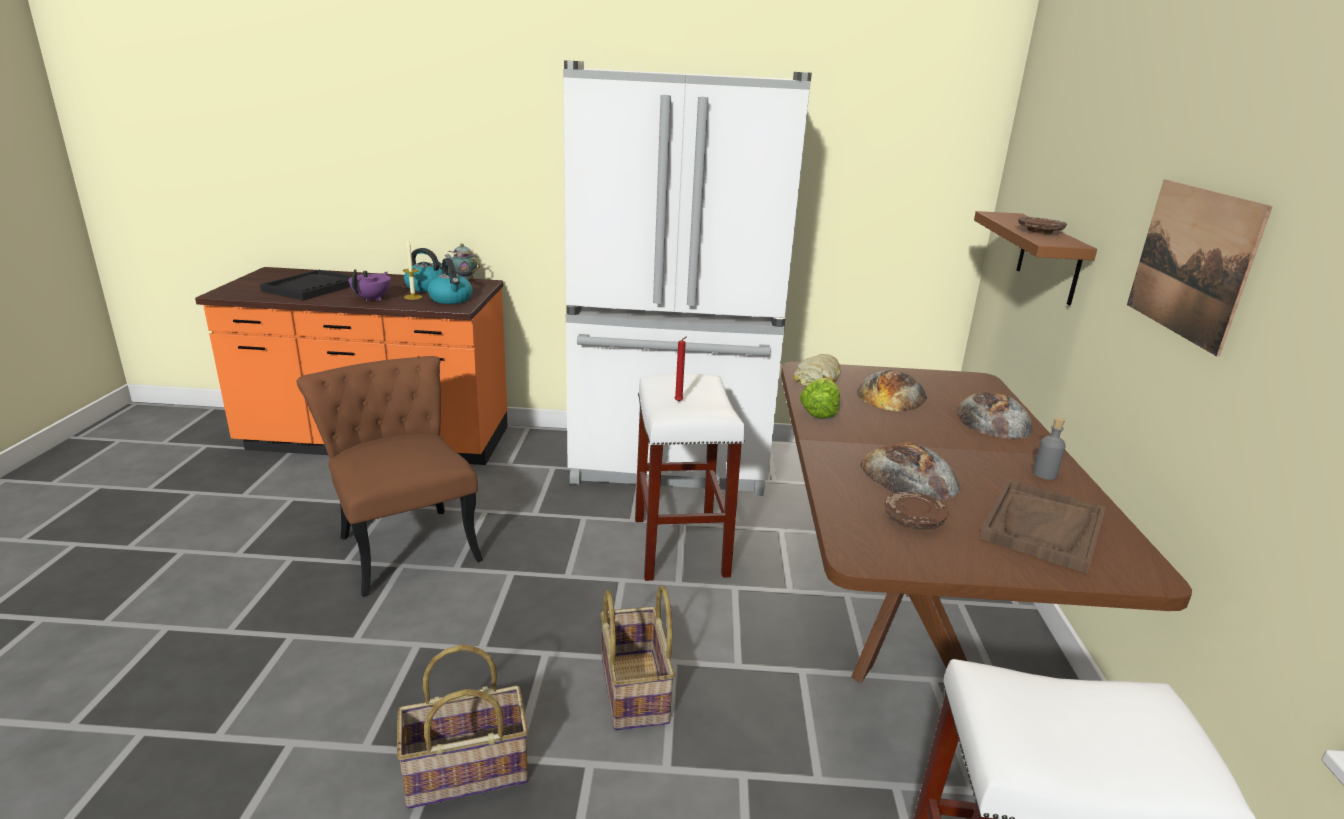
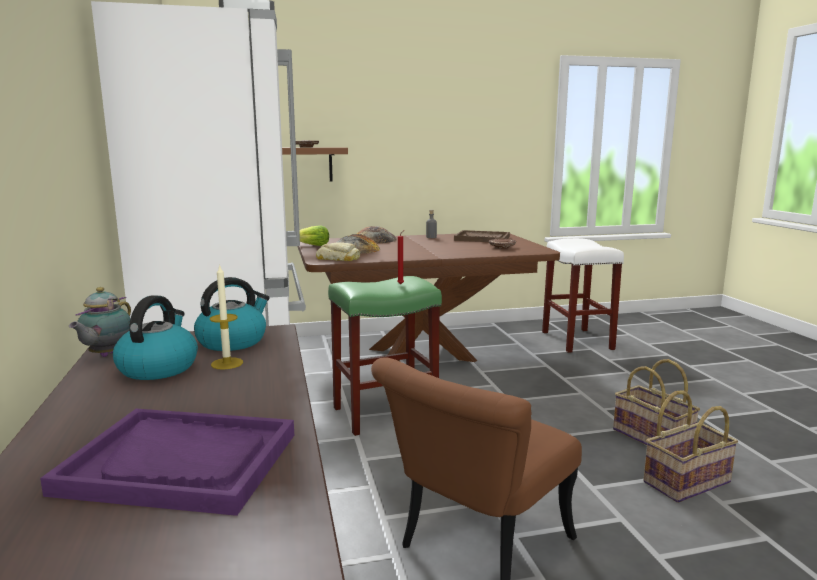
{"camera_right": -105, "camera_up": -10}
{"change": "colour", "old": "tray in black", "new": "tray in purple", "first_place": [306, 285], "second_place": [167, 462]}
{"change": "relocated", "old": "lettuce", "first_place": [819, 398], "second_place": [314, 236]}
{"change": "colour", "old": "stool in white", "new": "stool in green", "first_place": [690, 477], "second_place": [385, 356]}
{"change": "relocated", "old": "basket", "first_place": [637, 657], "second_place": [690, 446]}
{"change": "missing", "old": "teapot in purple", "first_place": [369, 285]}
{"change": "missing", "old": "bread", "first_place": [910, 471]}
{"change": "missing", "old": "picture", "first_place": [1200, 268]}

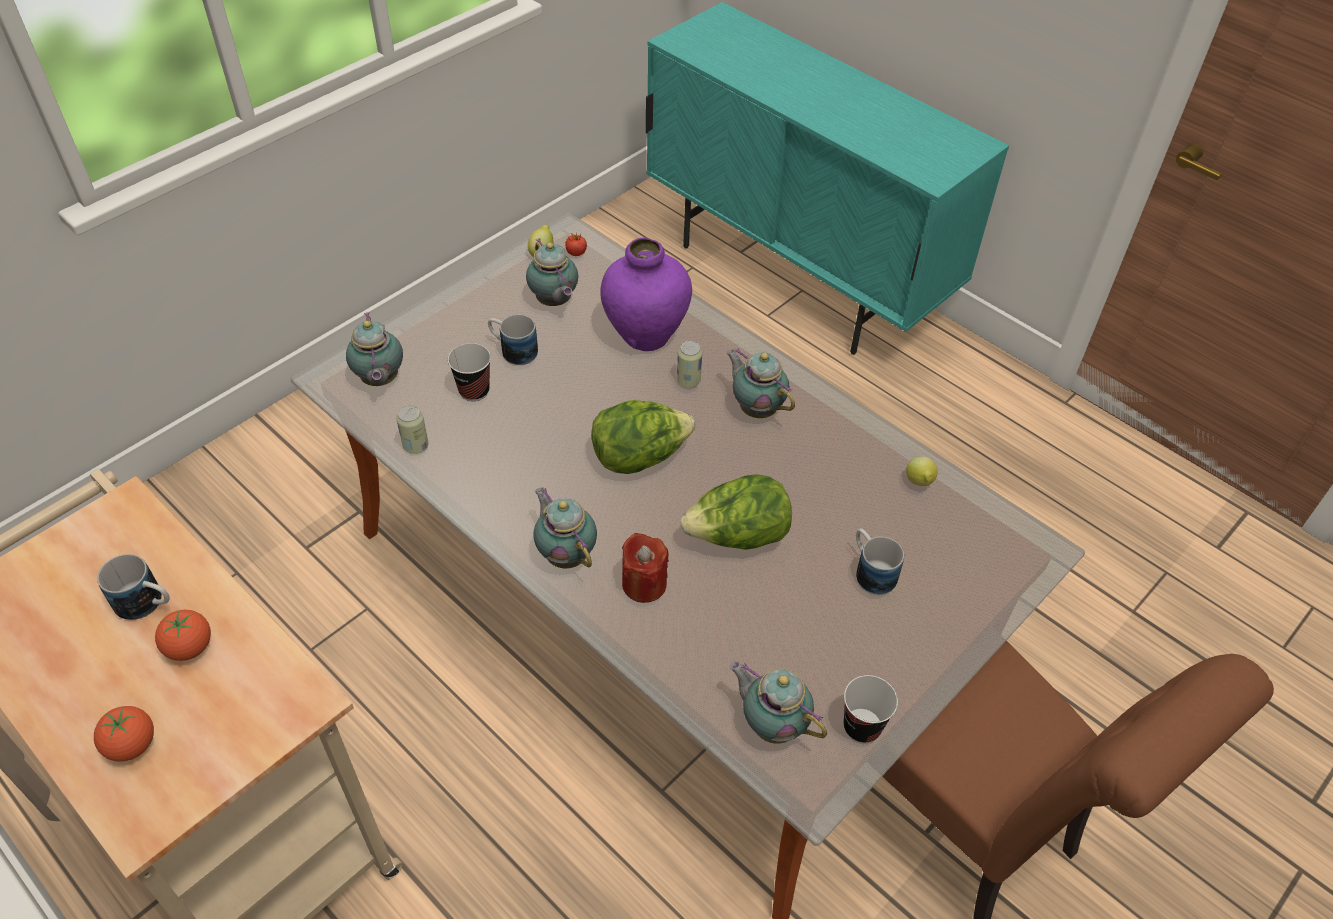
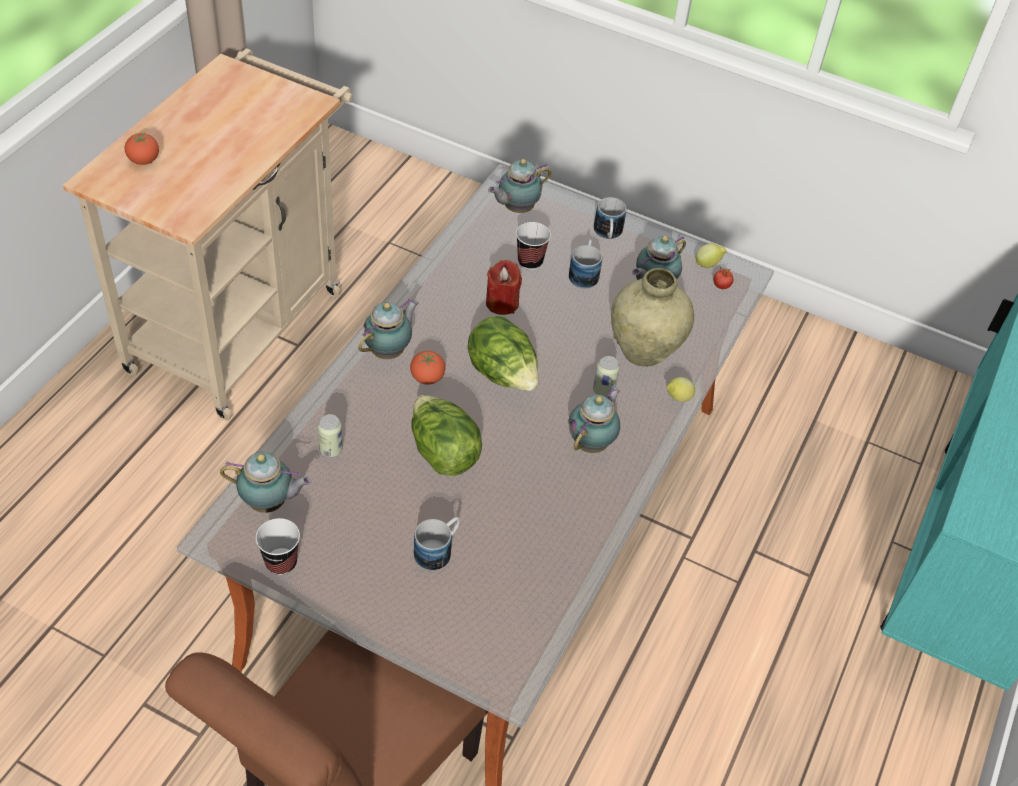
{"camera_right": 70, "camera_up": 0}
{"change": "spun", "old": "teapot", "first_place": [778, 702], "second_place": [265, 482], "degrees": 75}
{"change": "relocated", "old": "can", "first_place": [412, 429], "second_place": [330, 435]}
{"change": "relocated", "old": "tomato", "first_place": [183, 635], "second_place": [427, 368]}
{"change": "relocated", "old": "candle in red", "first_place": [645, 568], "second_place": [504, 287]}
{"change": "relocated", "old": "mug", "first_place": [133, 587], "second_place": [610, 218]}
{"change": "colour", "old": "vase in purple", "new": "vase in beige", "first_place": [646, 294], "second_place": [652, 317]}
{"change": "relocated", "old": "lemon", "first_place": [922, 471], "second_place": [681, 389]}

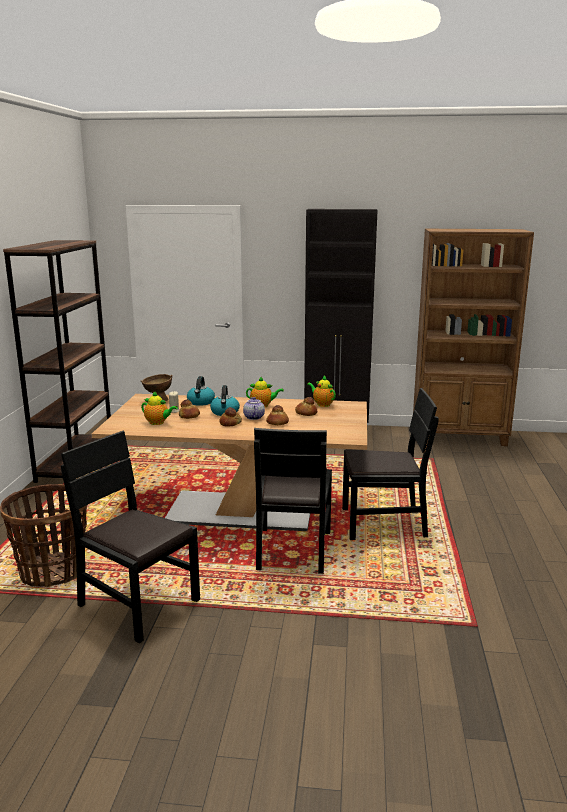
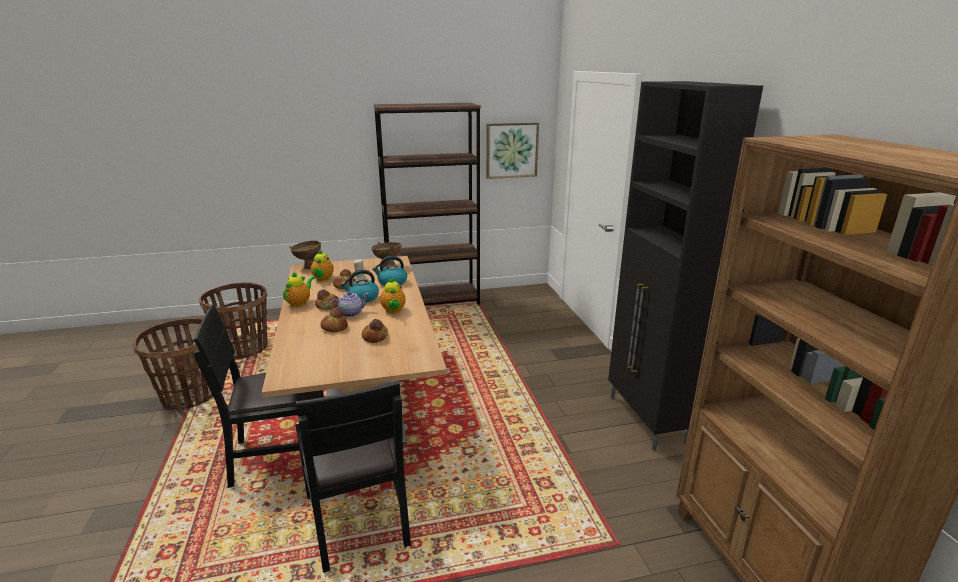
{"camera_right": 70, "camera_up": 5}
{"change": "exchanged", "old": "chair in black", "new": "basket", "first_place": [130, 537], "second_place": [173, 364]}
{"change": "relocated", "old": "teapot", "first_place": [321, 391], "second_place": [299, 289]}
{"change": "appeared", "new": "bowl in brown", "second_place": [305, 254]}
{"change": "appeared", "new": "picture", "second_place": [512, 150]}

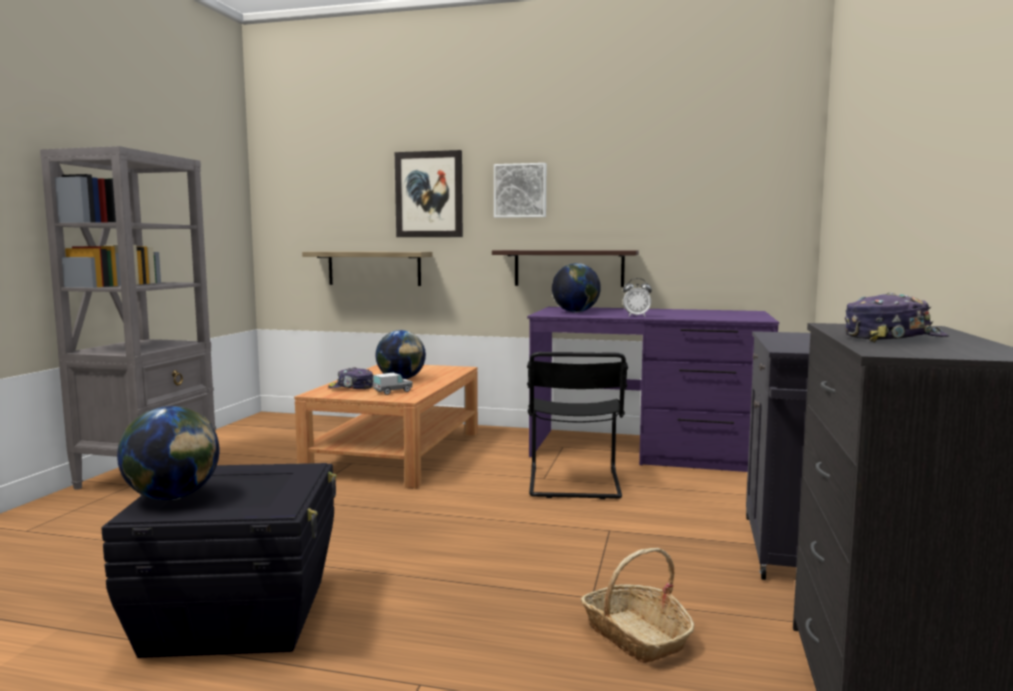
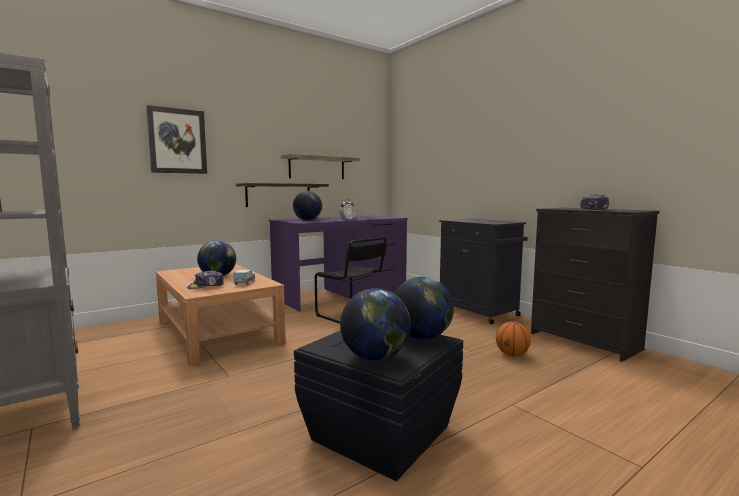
{"camera_right": -50, "camera_up": 0}
{"change": "relocated", "old": "shelf", "first_place": [367, 268], "second_place": [320, 166]}
{"change": "appeared", "new": "globe", "second_place": [424, 308]}
{"change": "exchanged", "old": "basket", "new": "basketball", "first_place": [637, 605], "second_place": [513, 339]}
{"change": "missing", "old": "picture", "first_place": [520, 190]}

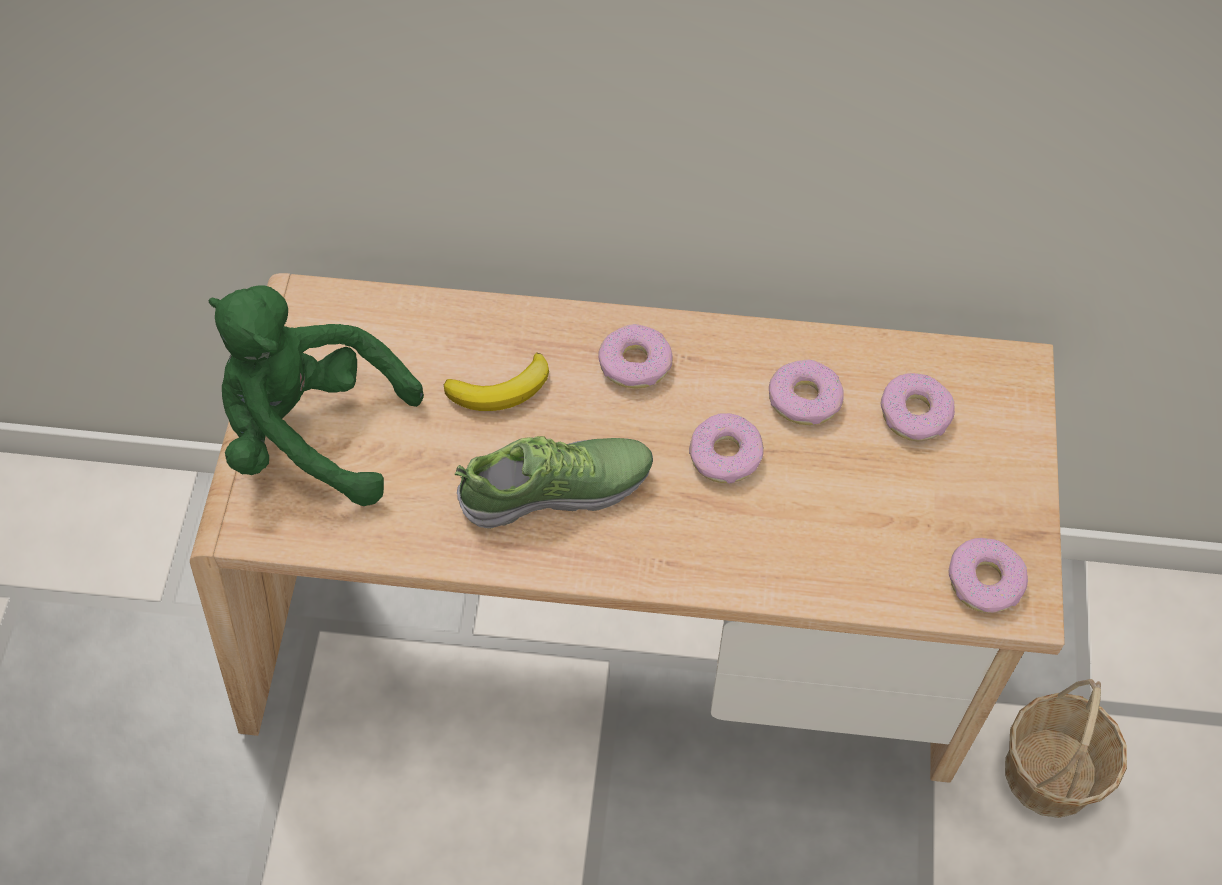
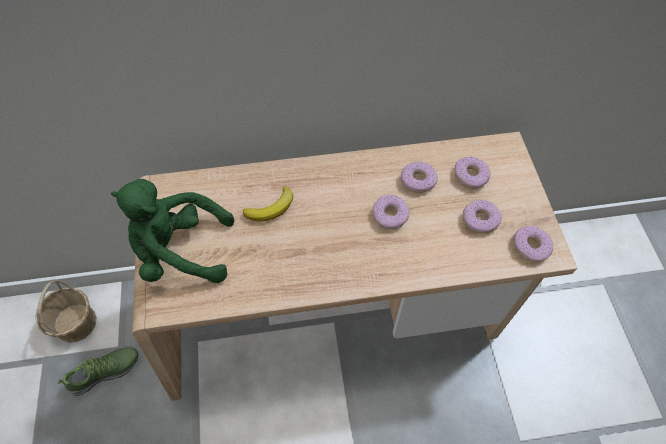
{"camera_right": -15, "camera_up": 0}
{"change": "relocated", "old": "basket", "first_place": [1066, 748], "second_place": [66, 311]}
{"change": "relocated", "old": "shoe", "first_place": [553, 482], "second_place": [98, 371]}
{"change": "relocated", "old": "donut", "first_place": [635, 356], "second_place": [482, 217]}

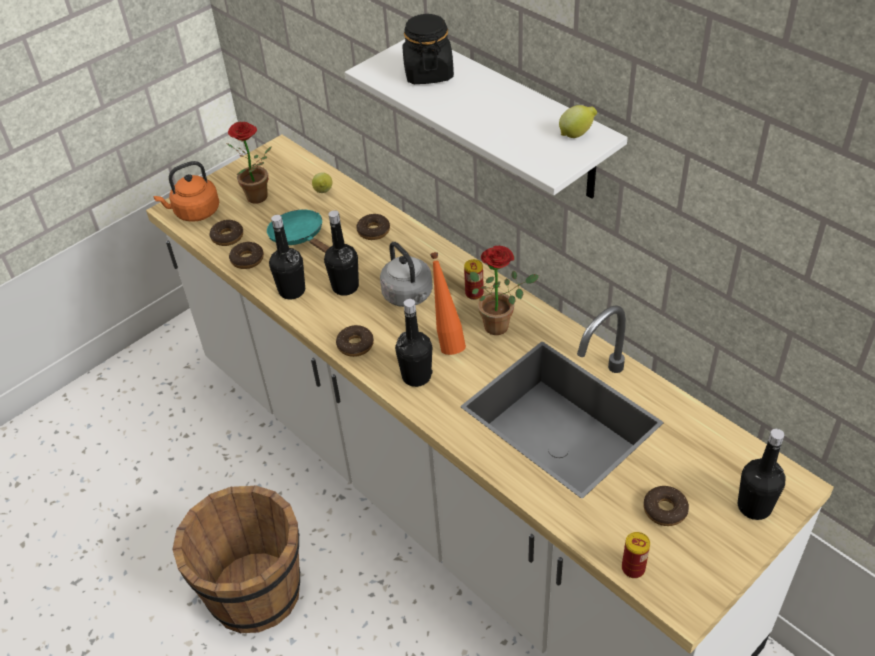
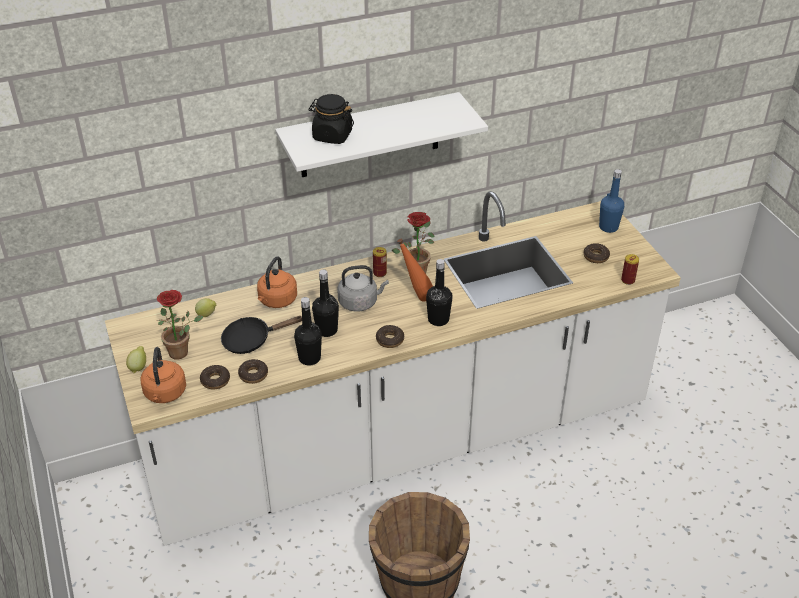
{"camera_right": -70, "camera_up": -5}
{"change": "relocated", "old": "lemon", "first_place": [578, 121], "second_place": [136, 359]}
{"change": "colour", "old": "frying pan in turquoise", "new": "frying pan in black", "first_place": [298, 231], "second_place": [261, 335]}
{"change": "exchanged", "old": "donut", "new": "kettle in orange", "first_place": [373, 226], "second_place": [277, 282]}
{"change": "colour", "old": "bottle in black", "new": "bottle in blue", "first_place": [762, 474], "second_place": [611, 201]}

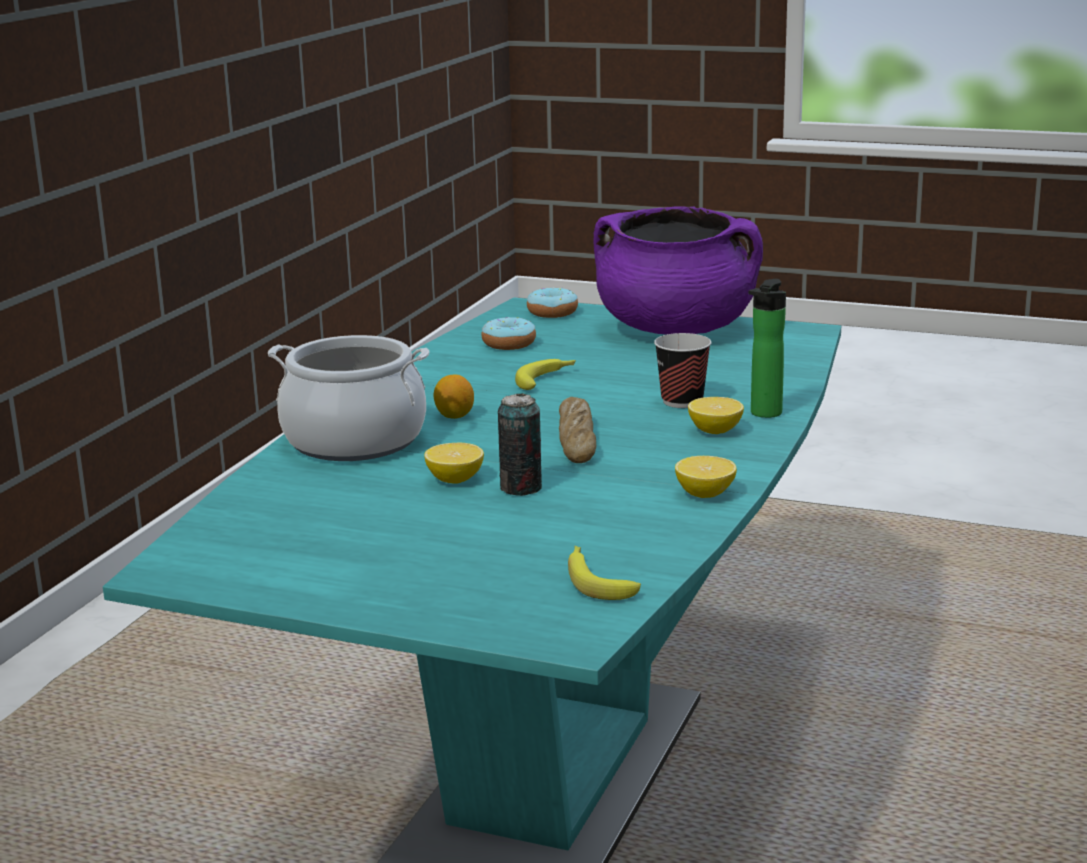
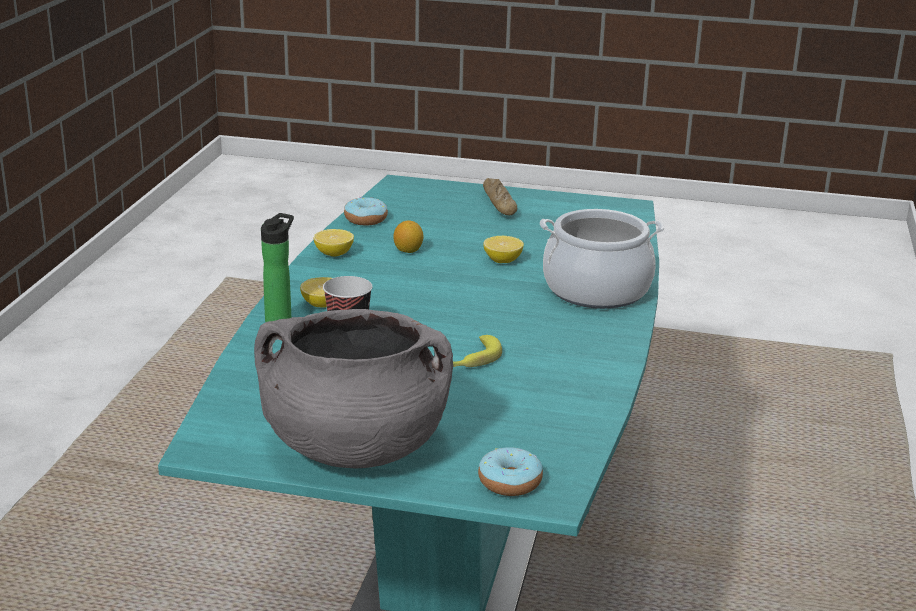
{"camera_right": 170, "camera_up": 5}
{"change": "colour", "old": "cooking pot in purple", "new": "cooking pot in grey", "first_place": [678, 270], "second_place": [353, 389]}
{"change": "relocated", "old": "donut", "first_place": [508, 333], "second_place": [366, 211]}
{"change": "relocated", "old": "lemon", "first_place": [454, 396], "second_place": [408, 236]}
{"change": "relocated", "old": "bread", "first_place": [577, 430], "second_place": [500, 196]}
{"change": "missing", "old": "can", "first_place": [520, 444]}
{"change": "missing", "old": "banana", "first_place": [604, 573]}

